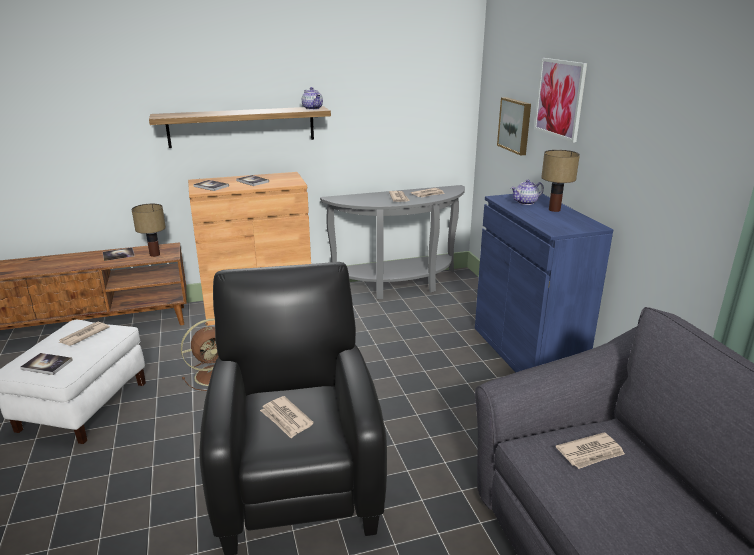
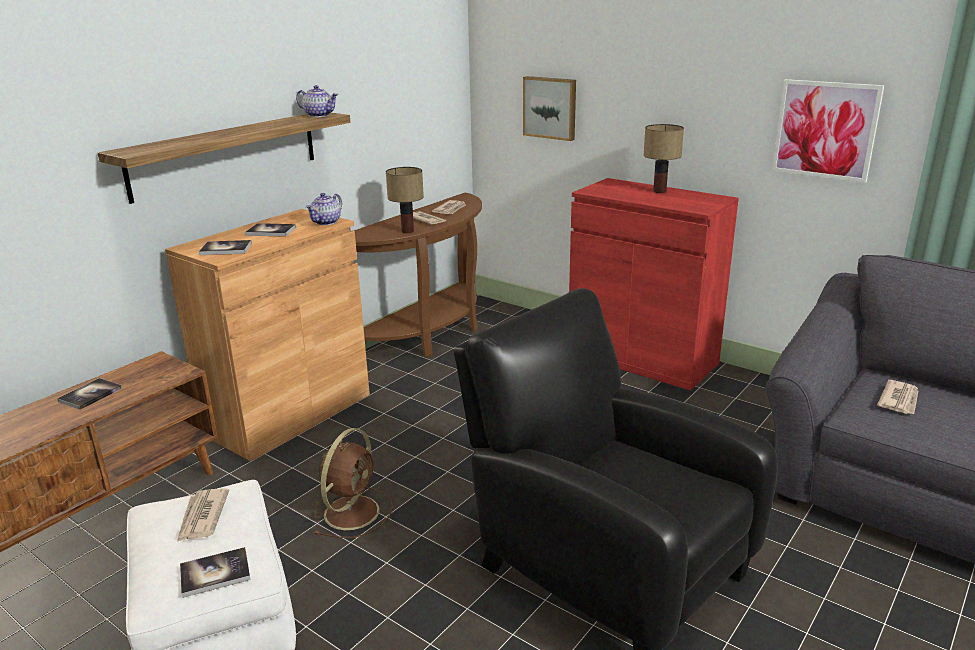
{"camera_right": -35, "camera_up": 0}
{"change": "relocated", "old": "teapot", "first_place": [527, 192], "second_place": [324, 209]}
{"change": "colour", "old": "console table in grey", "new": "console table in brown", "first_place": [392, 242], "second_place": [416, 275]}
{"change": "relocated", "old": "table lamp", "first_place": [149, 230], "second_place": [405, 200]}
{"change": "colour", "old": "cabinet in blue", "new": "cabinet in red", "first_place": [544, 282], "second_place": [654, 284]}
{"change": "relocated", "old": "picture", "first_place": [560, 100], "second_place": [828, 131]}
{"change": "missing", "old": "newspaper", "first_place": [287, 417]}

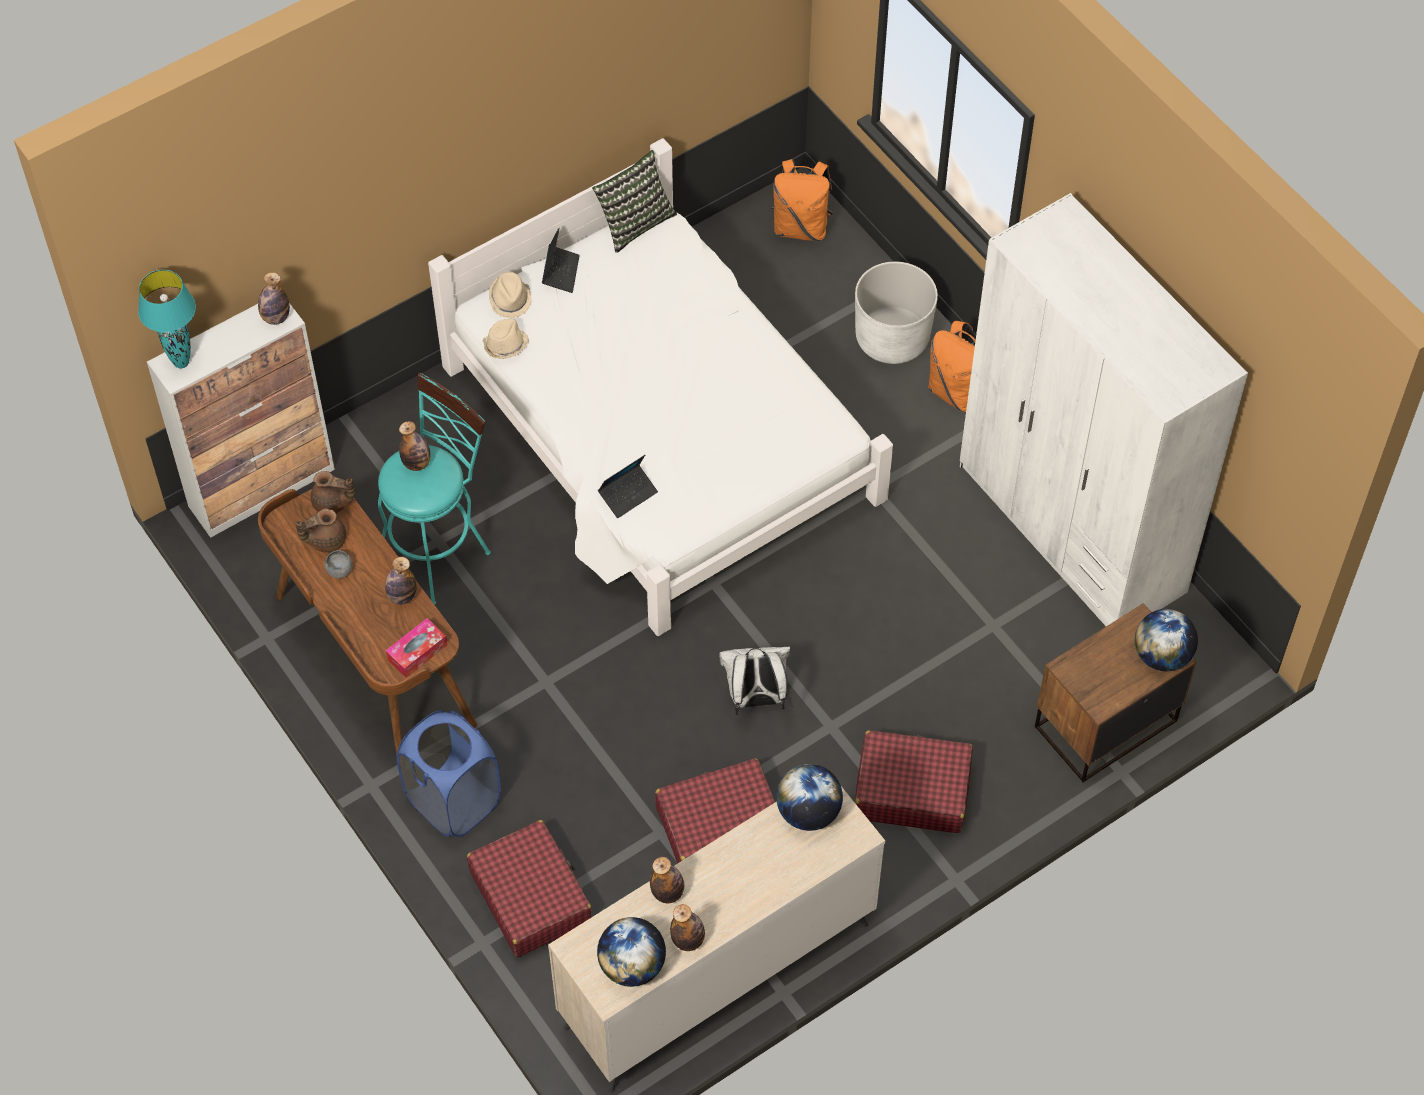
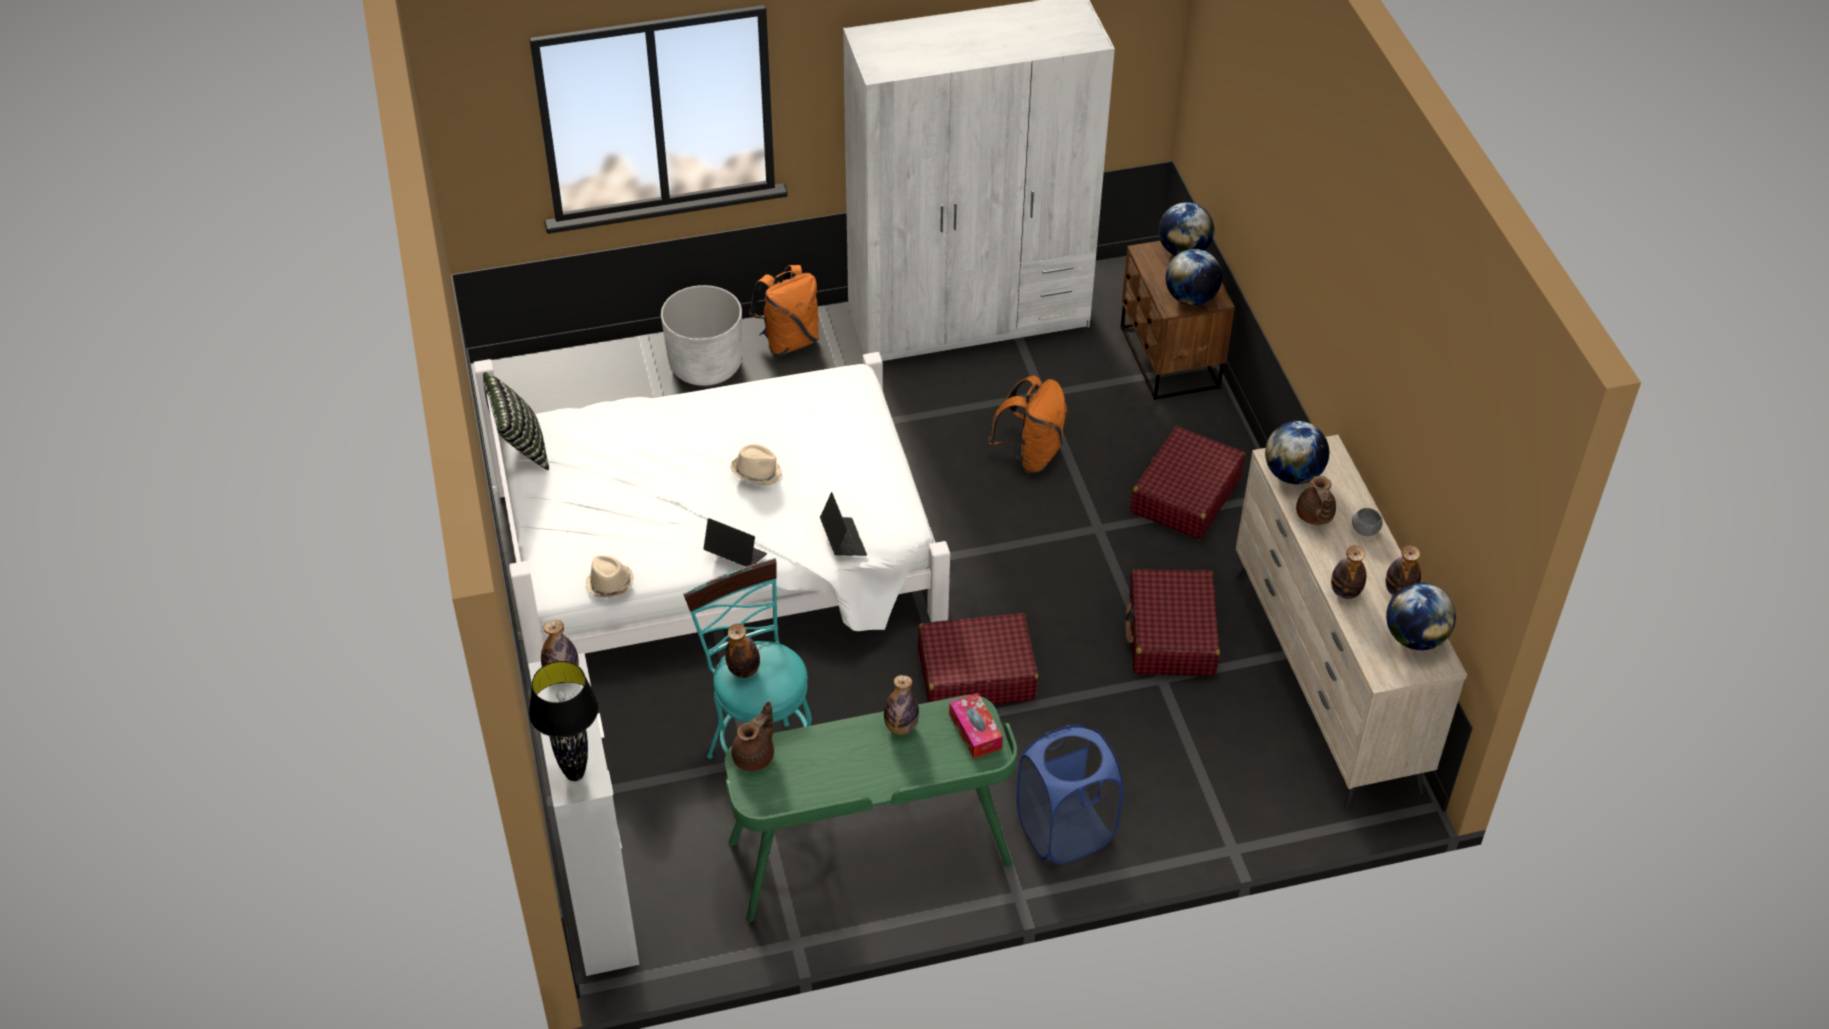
{"camera_right": -70, "camera_up": -10}
{"change": "colour", "old": "table lamp in turquoise", "new": "table lamp in black", "first_place": [167, 319], "second_place": [563, 721]}
{"change": "relocated", "old": "laptop", "first_place": [561, 260], "second_place": [735, 542]}
{"change": "colour", "old": "desk in brown", "new": "desk in green", "first_place": [367, 622], "second_place": [871, 809]}
{"change": "relocated", "old": "hat in beige", "first_place": [510, 295], "second_place": [756, 465]}
{"change": "relocated", "old": "suitcase in red", "first_place": [529, 888], "second_place": [978, 658]}
{"change": "relocated", "old": "backpack in orange", "first_place": [802, 200], "second_place": [1027, 424]}
{"change": "appeared", "new": "globe", "second_place": [1193, 277]}
{"change": "relocated", "old": "teapot in brown", "first_place": [320, 530], "second_place": [1316, 500]}
{"change": "relocated", "old": "bowl in grey", "first_place": [338, 564], "second_place": [1367, 522]}
{"change": "missing", "old": "backpack in white", "first_place": [754, 681]}

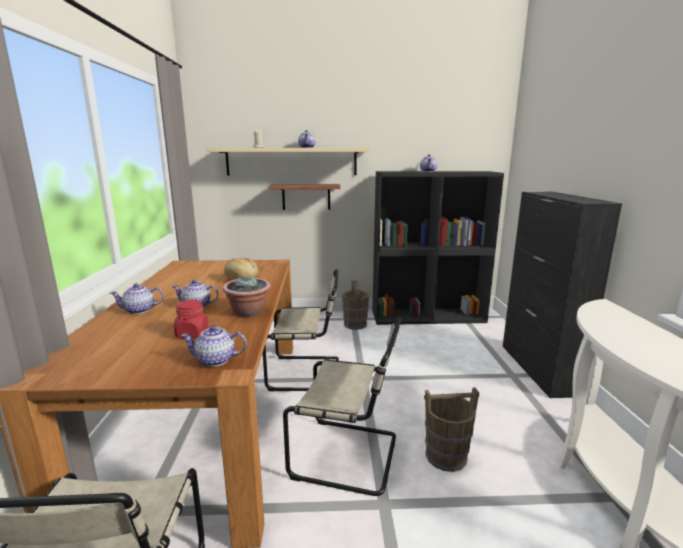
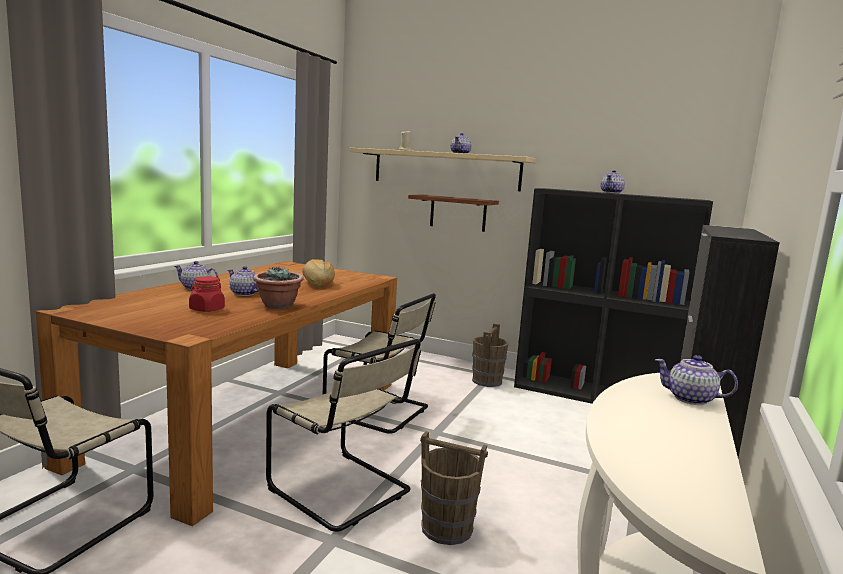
{"camera_right": 25, "camera_up": -5}
{"change": "relocated", "old": "teapot", "first_place": [214, 346], "second_place": [696, 380]}

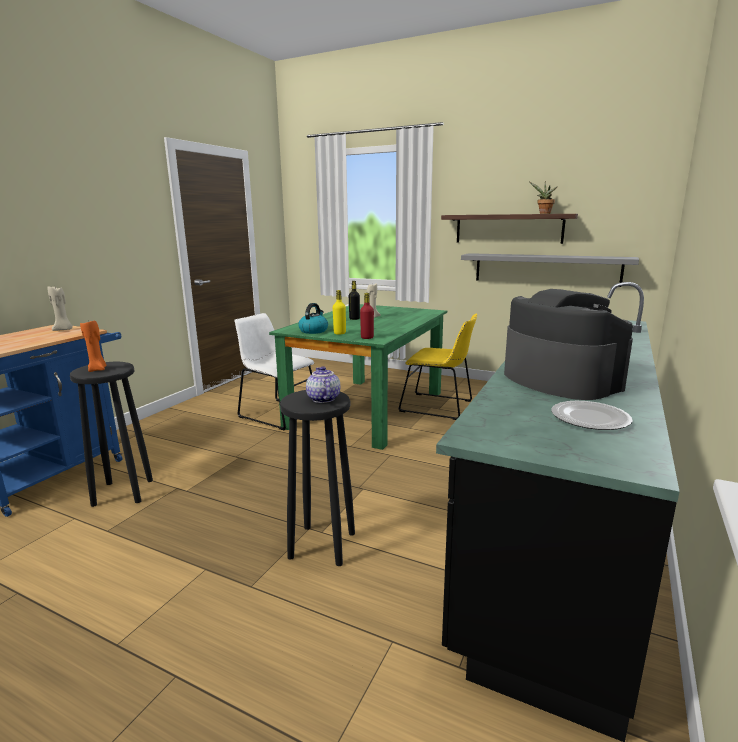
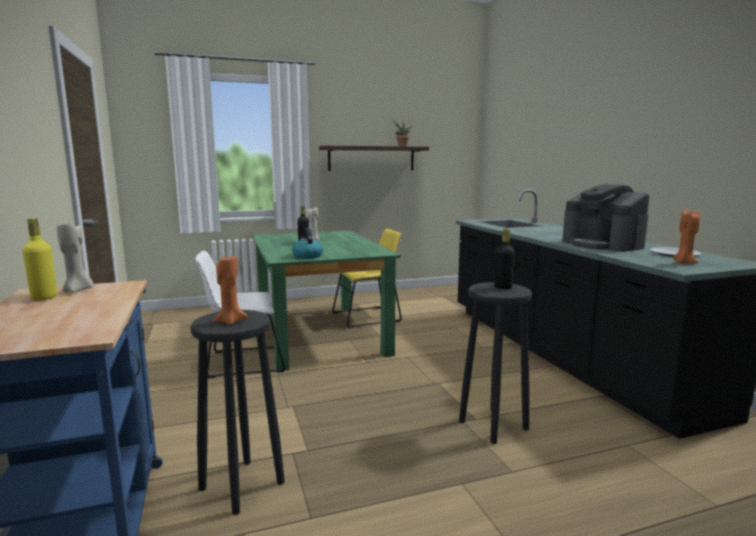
{"camera_right": -45, "camera_up": -5}
{"change": "relocated", "old": "bottle in yellow", "first_place": [339, 312], "second_place": [39, 259]}
{"change": "exchanged", "old": "teapot", "new": "bottle in black", "first_place": [323, 384], "second_place": [504, 259]}
{"change": "spun", "old": "coffee machine", "first_place": [568, 344], "second_place": [605, 218], "degrees": -135}
{"change": "appeared", "new": "candle in orange", "second_place": [686, 237]}
{"change": "missing", "old": "bottle in red", "first_place": [367, 316]}
{"change": "missing", "old": "shelf in grey", "first_place": [550, 270]}

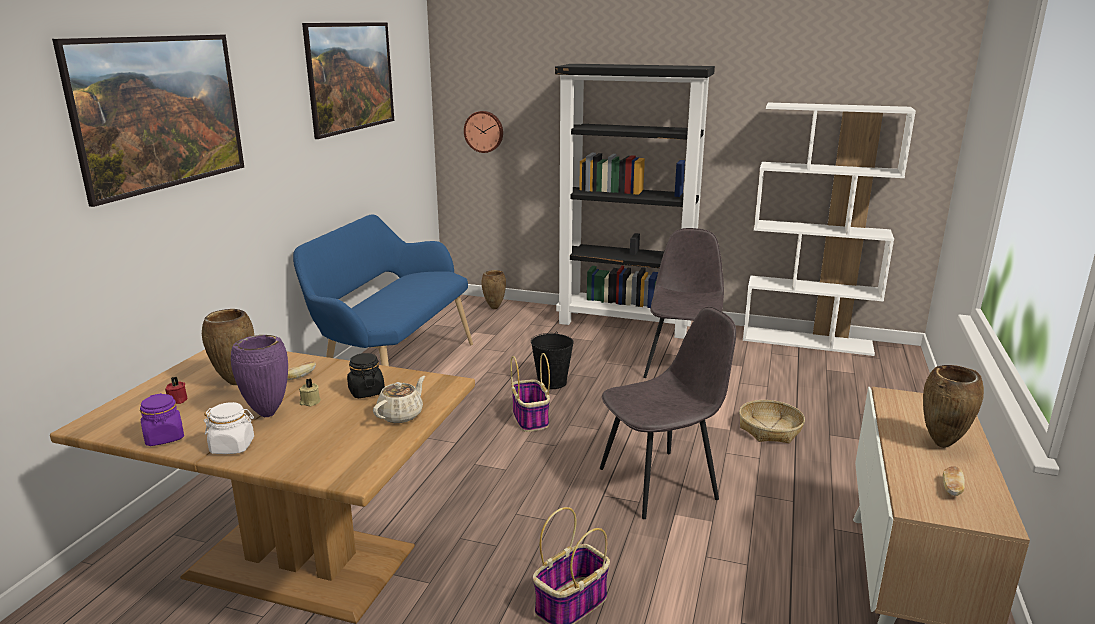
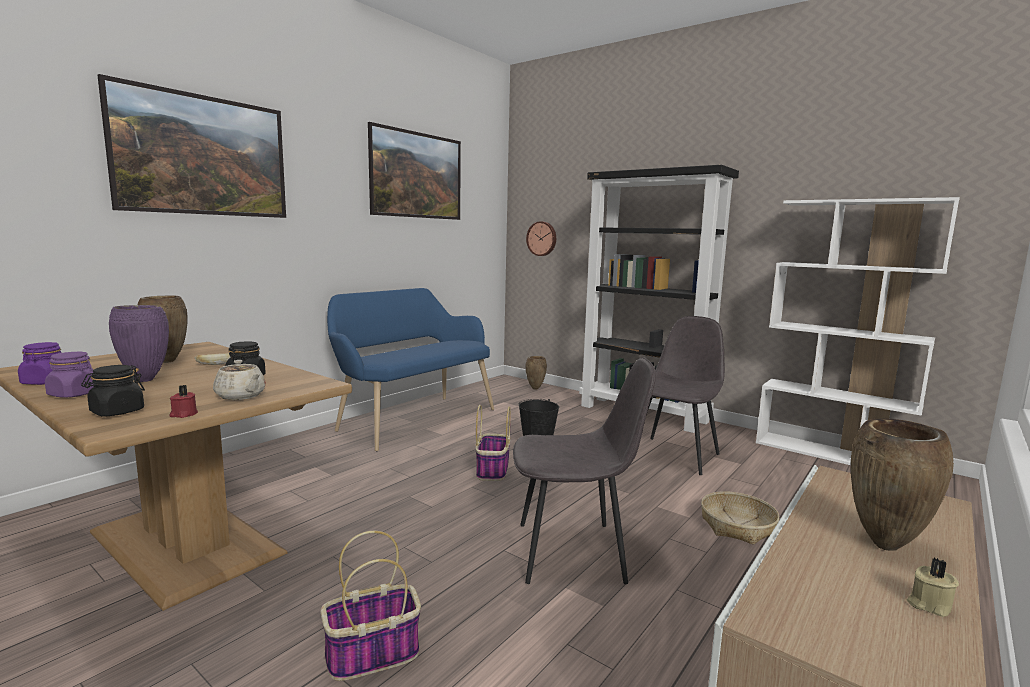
{"camera_right": 20, "camera_up": -10}
{"change": "colour", "old": "jar in white", "new": "jar in purple", "first_place": [229, 428], "second_place": [69, 375]}
{"change": "appeared", "new": "jar in black", "second_place": [113, 390]}
{"change": "relocated", "old": "candle in red", "first_place": [176, 390], "second_place": [183, 401]}
{"change": "spun", "old": "teapot in beige", "first_place": [399, 399], "second_place": [239, 380], "degrees": 75}
{"change": "relocated", "old": "candle in beige", "first_place": [310, 392], "second_place": [933, 587]}
{"change": "missing", "old": "bread", "first_place": [954, 481]}

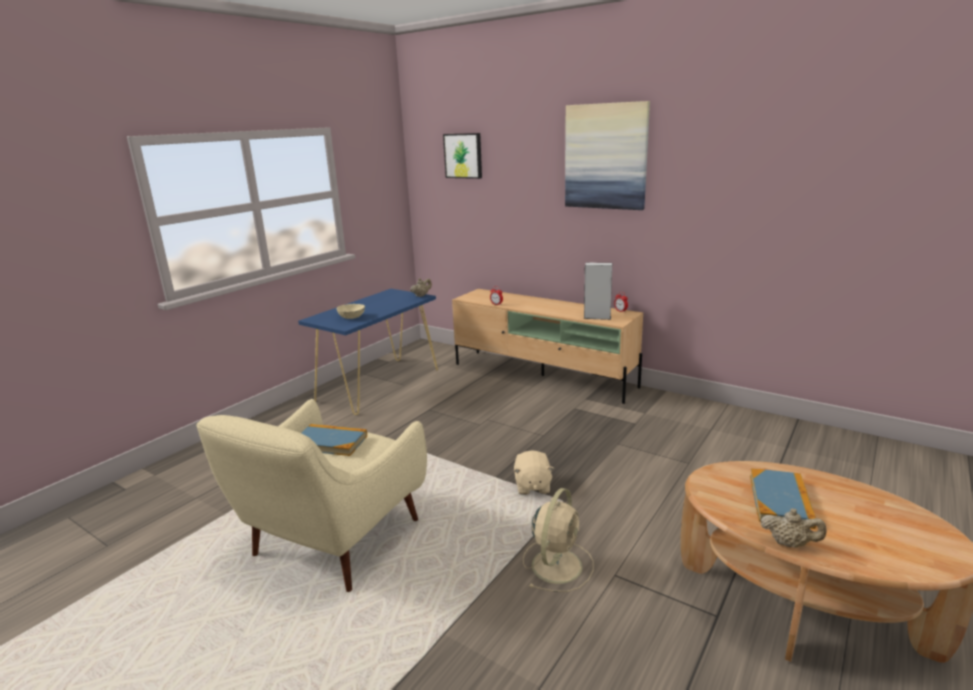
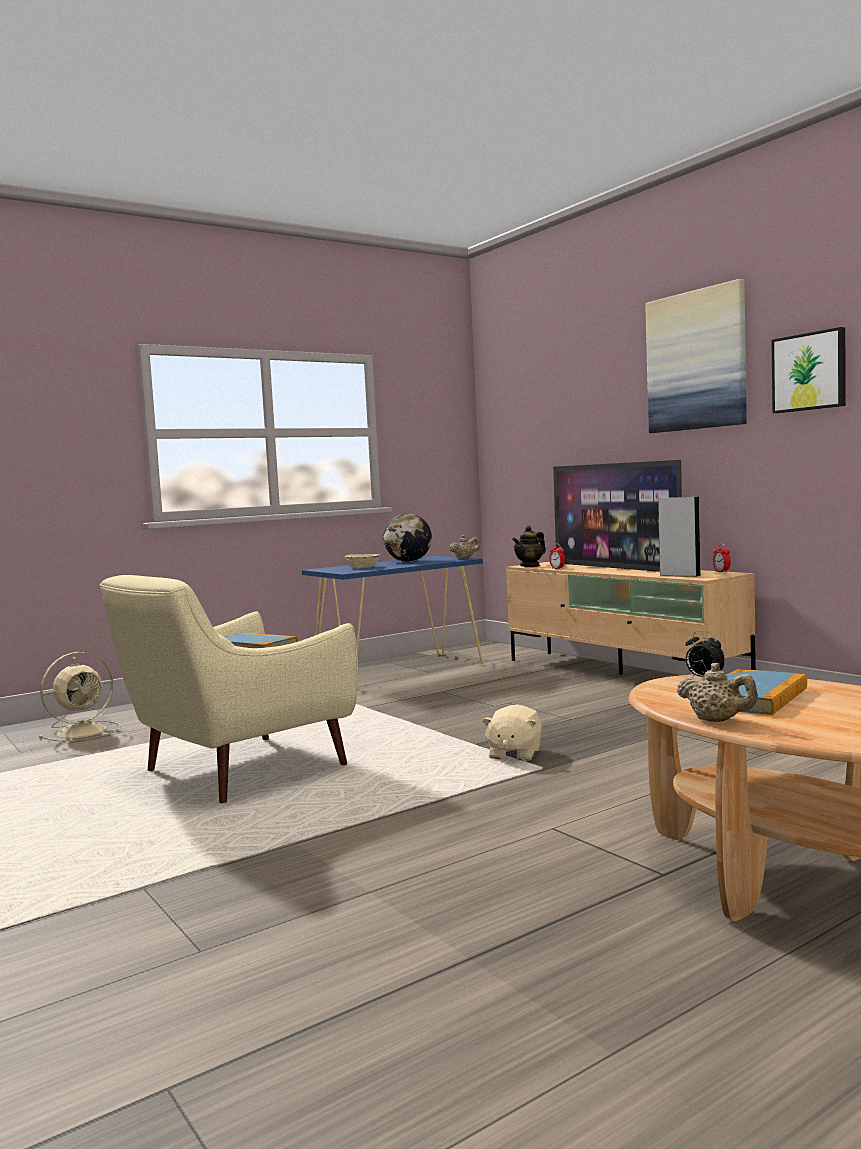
{"camera_right": 20, "camera_up": -15}
{"change": "relocated", "old": "fan in beige", "first_place": [558, 540], "second_place": [79, 696]}
{"change": "appeared", "new": "globe", "second_place": [407, 537]}
{"change": "appeared", "new": "teapot", "second_place": [529, 546]}
{"change": "appeared", "new": "television", "second_place": [617, 516]}
{"change": "appeared", "new": "alarm clock", "second_place": [705, 653]}
{"change": "relocated", "old": "picture", "first_place": [462, 156], "second_place": [809, 370]}

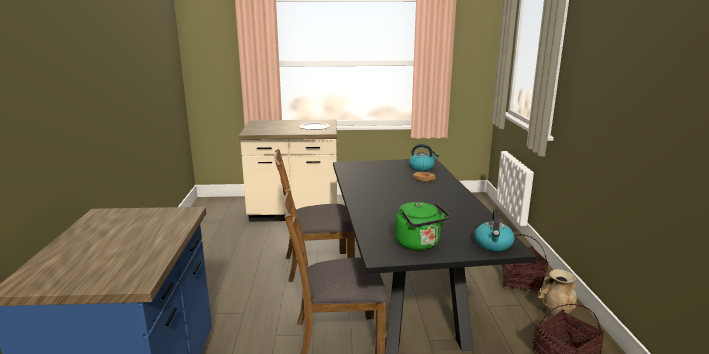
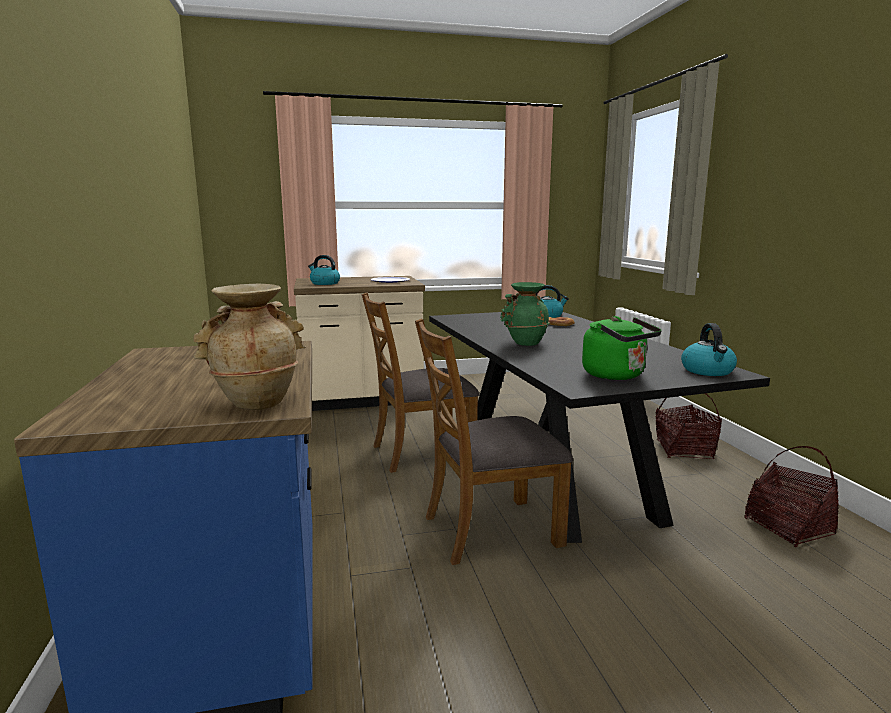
{"camera_right": -10, "camera_up": -5}
{"change": "relocated", "old": "vase in beige", "first_place": [557, 292], "second_place": [249, 347]}
{"change": "appeared", "new": "kettle", "second_place": [324, 270]}
{"change": "appeared", "new": "vase in green", "second_place": [525, 314]}

